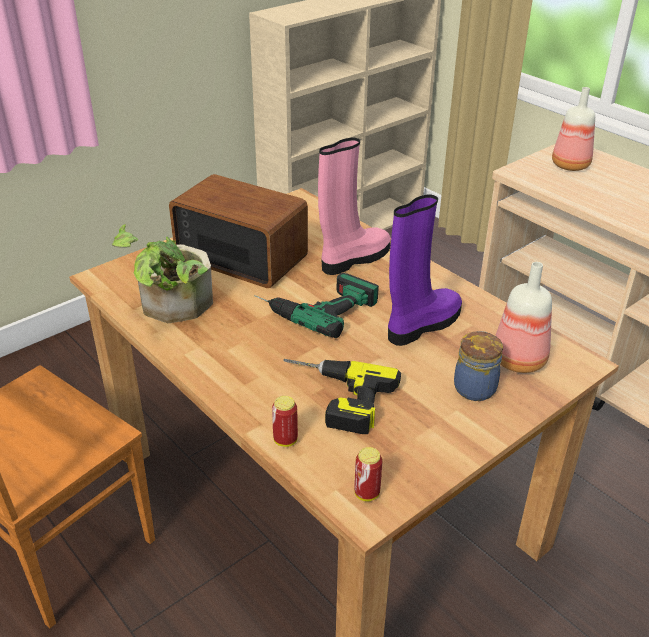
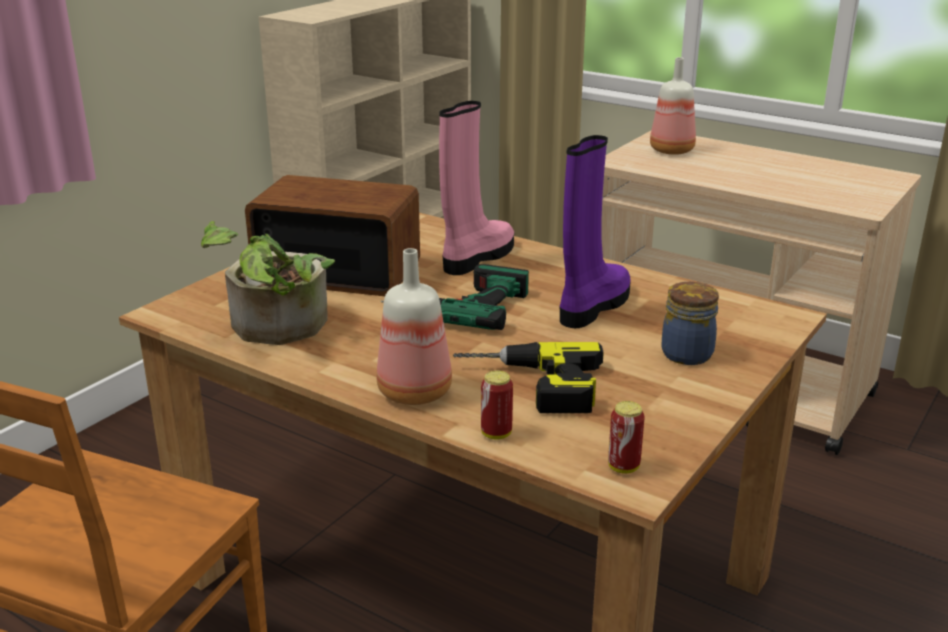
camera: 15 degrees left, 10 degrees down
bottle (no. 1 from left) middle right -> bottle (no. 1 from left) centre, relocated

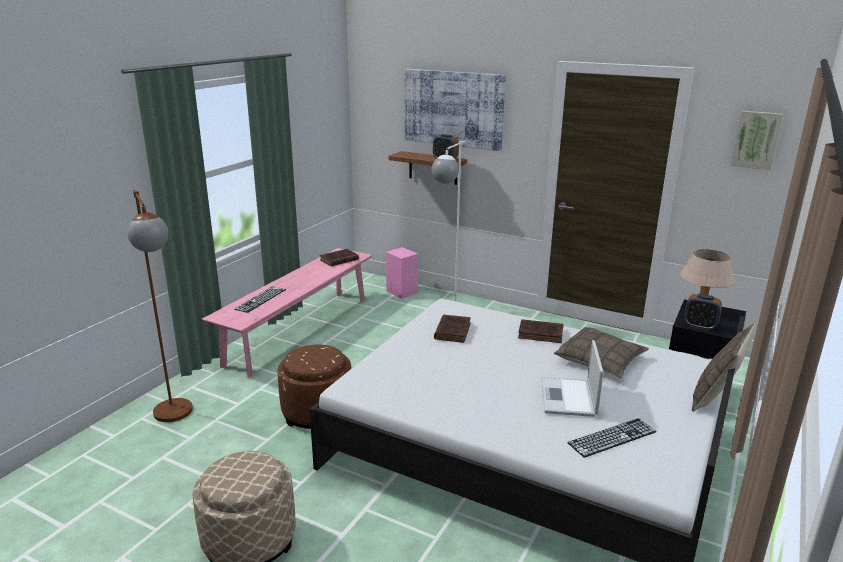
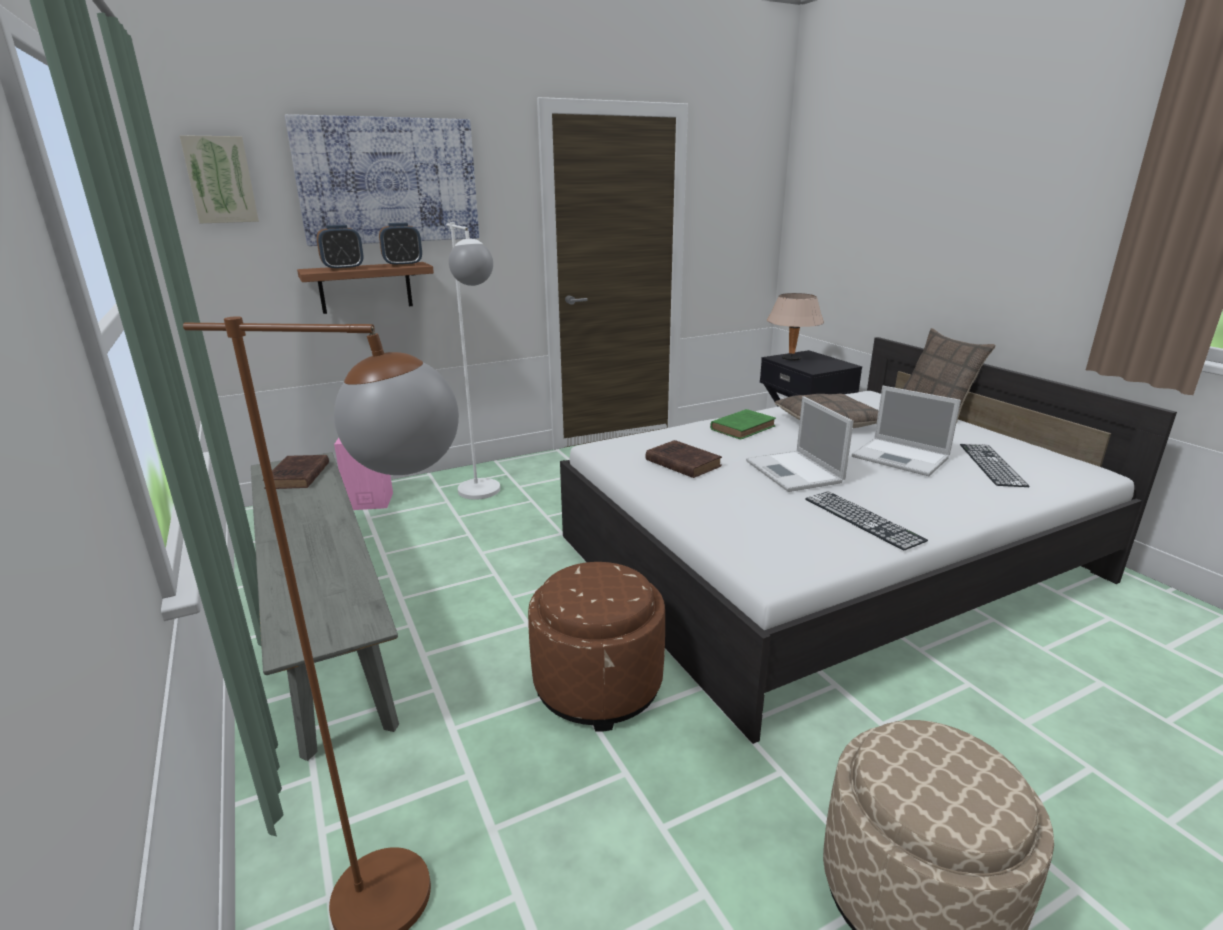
camera: 55 degrees left, 0 degrees up
picture (no. 2 from left in the first image) top right -> picture (no. 1 from left) top left, relocated
pink bench centre -> grey bench middle left
keyboard (no. 1 from left) middle left -> keyboard (no. 1 from left) middle right, relocated
alarm clock (no. 2 from left in the first image) middle right -> alarm clock (no. 1 from left) top left, relocated
brown book (no. 3 from left) centre -> green book centre
none -> laptop (no. 1 from left) centre

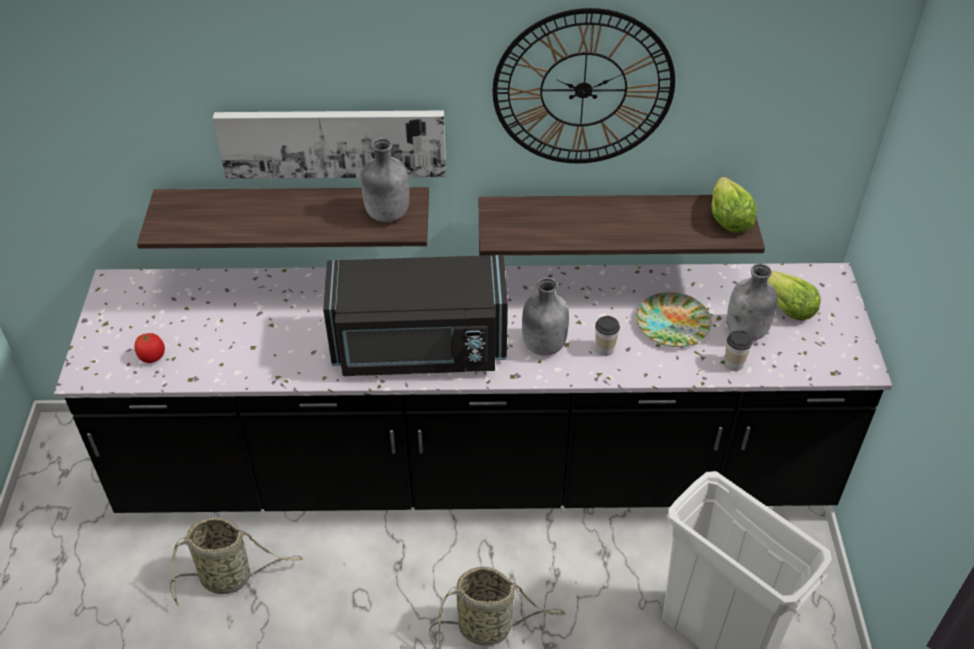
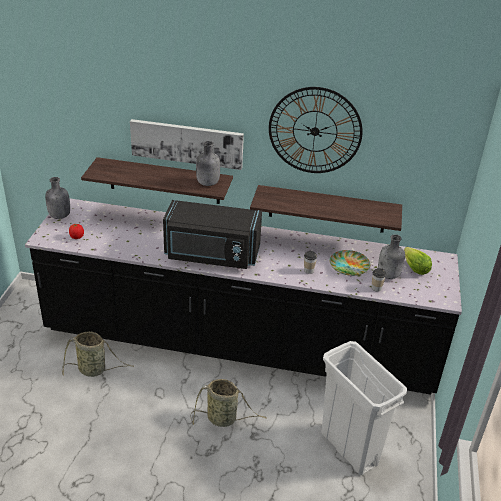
camera: 10 degrees right, 10 degrees down
lettuce (no. 1 from left) top right -> none
grey bottle (no. 2 from left in the first image) centre -> grey bottle (no. 1 from left) middle left, relocated

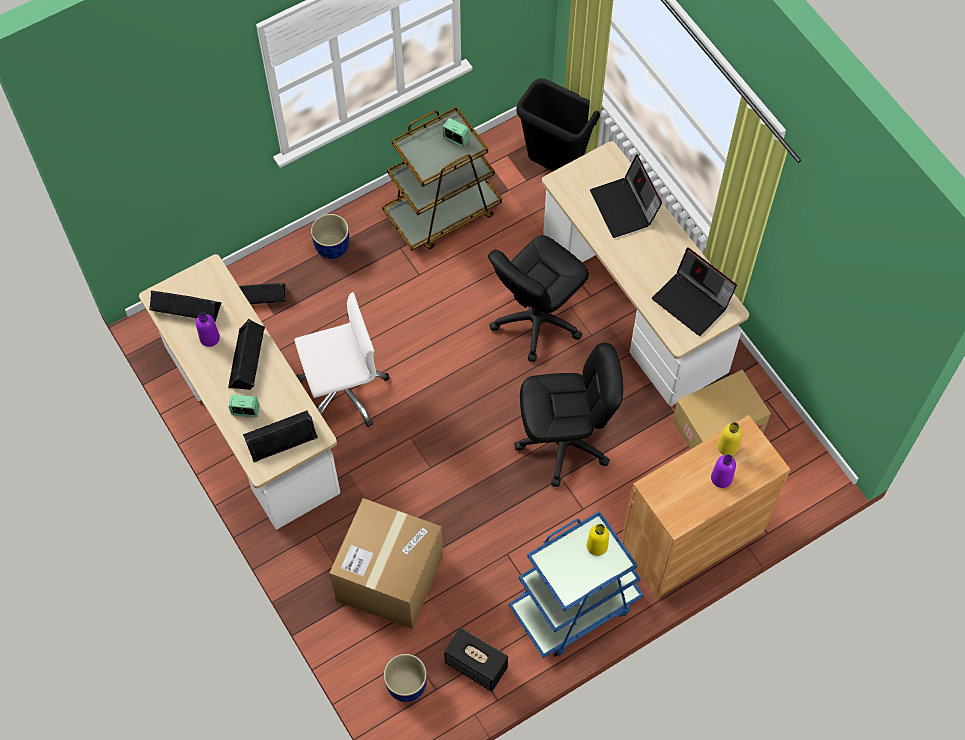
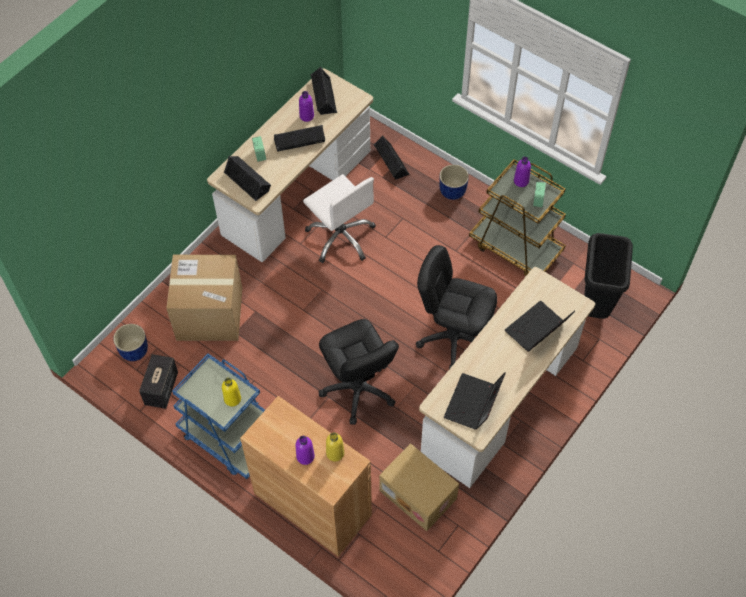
camera: 70 degrees right, 5 degrees down
none -> purple bottle (no. 3 from left) top right

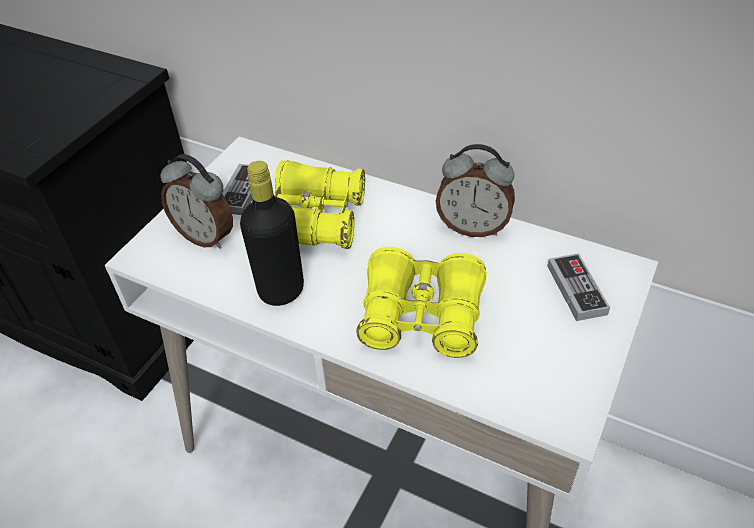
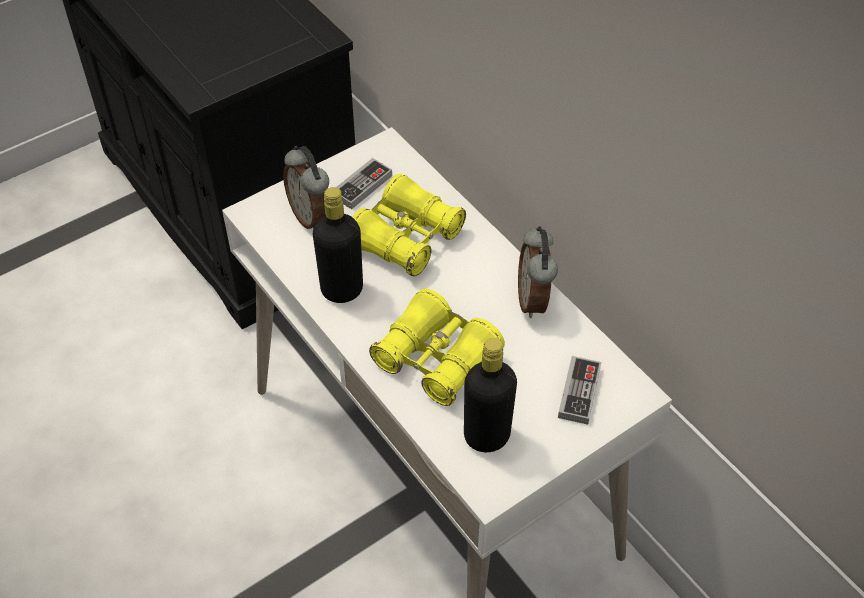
camera: 25 degrees right, 5 degrees up
alarm clock (no. 2 from left) centre, 45 degrees clockwise
none -> black bottle (no. 2 from left) centre

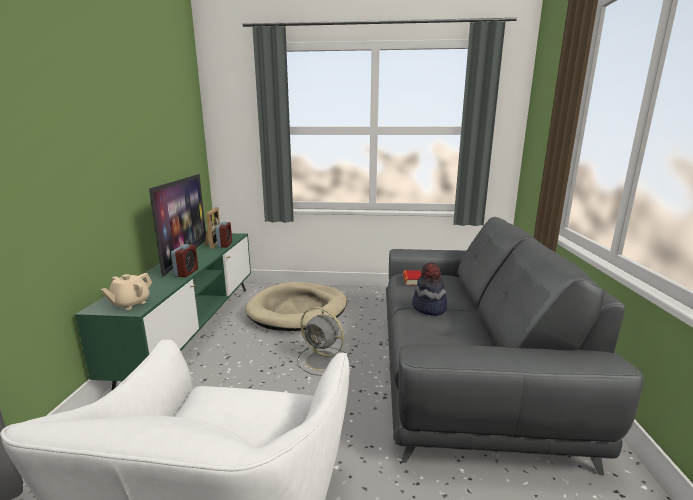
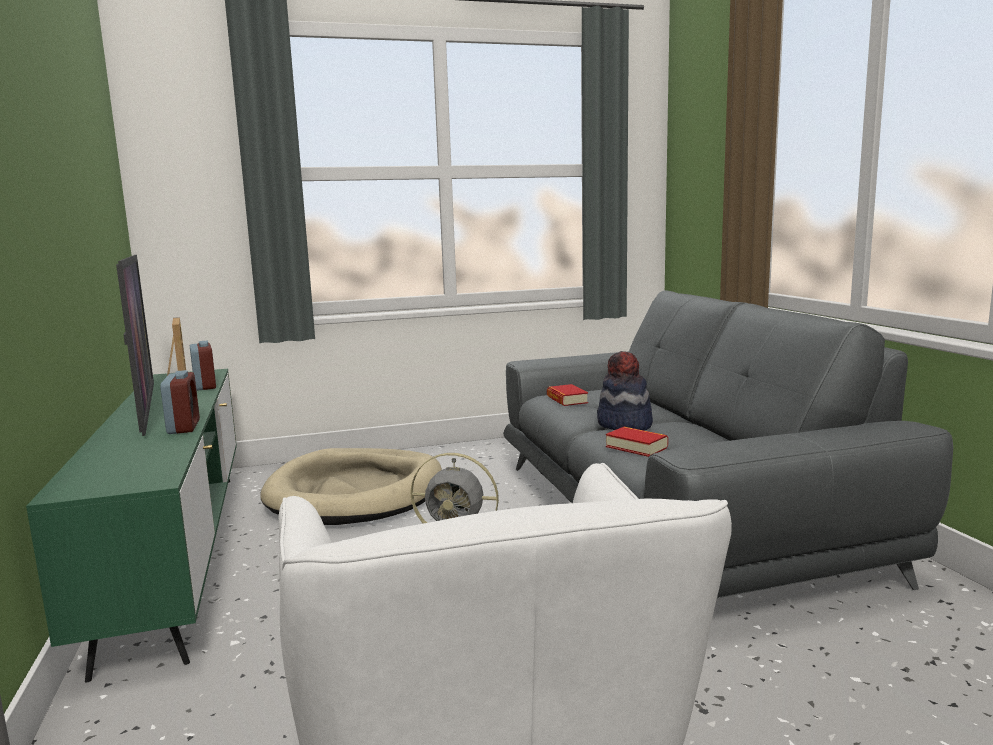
camera: 20 degrees left, 5 degrees down
beige teapot middle left -> none
none -> book (no. 2 from left) centre

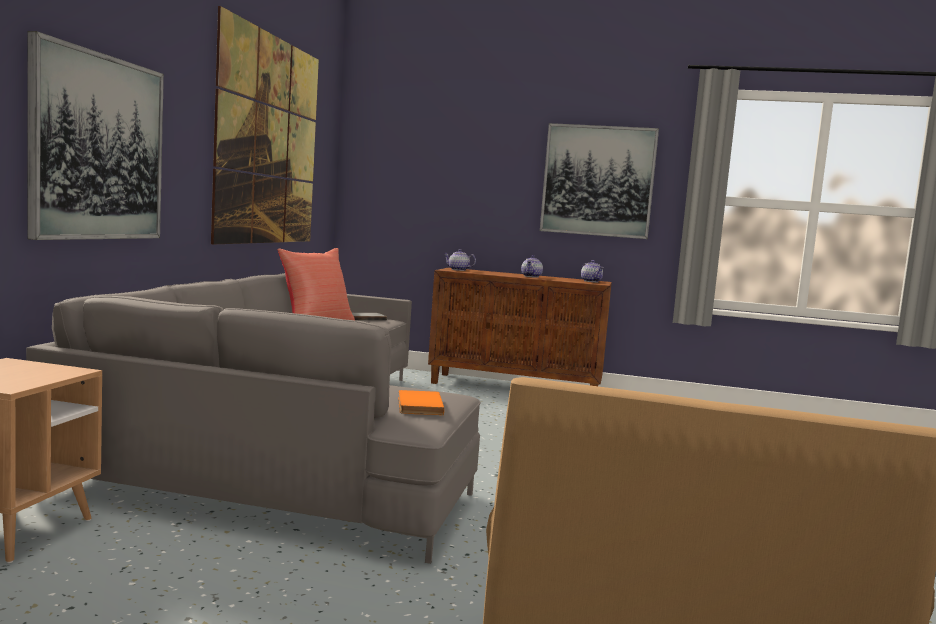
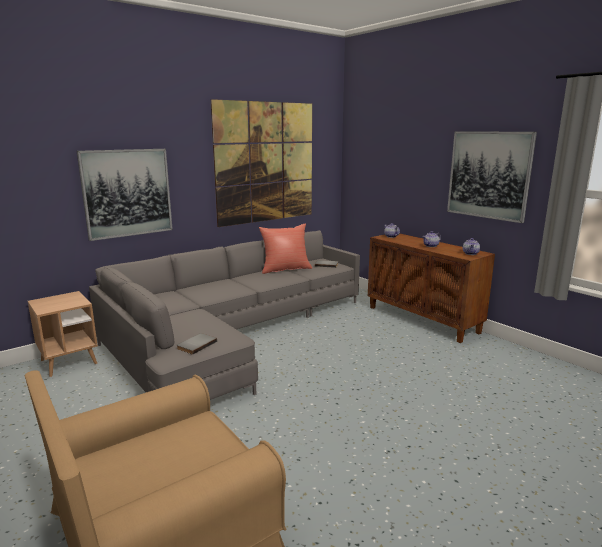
camera: 40 degrees right, 10 degrees up
orange book centre -> grey book (no. 1 from left) middle left

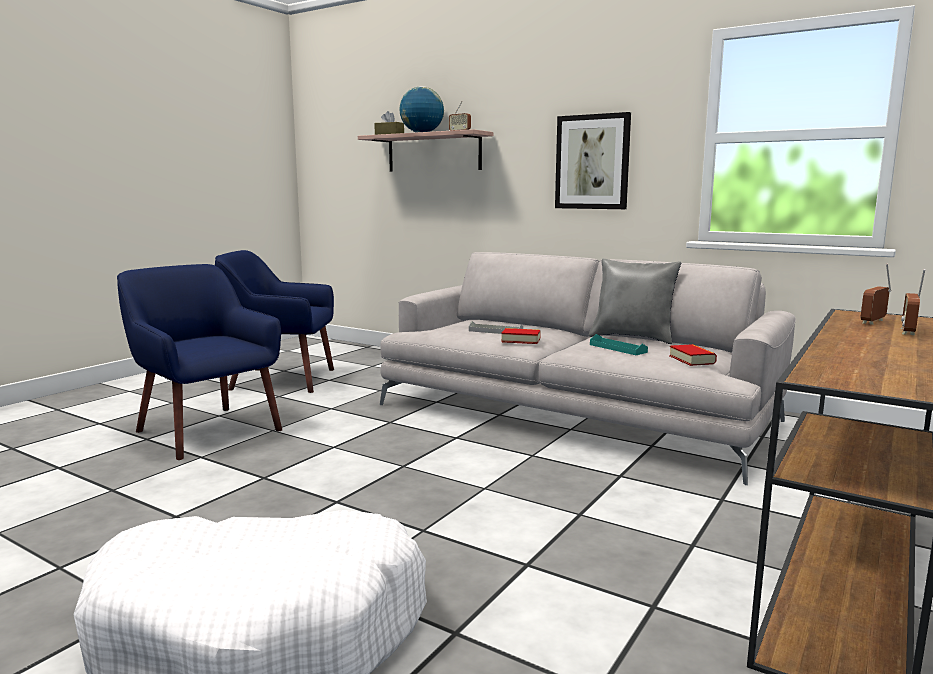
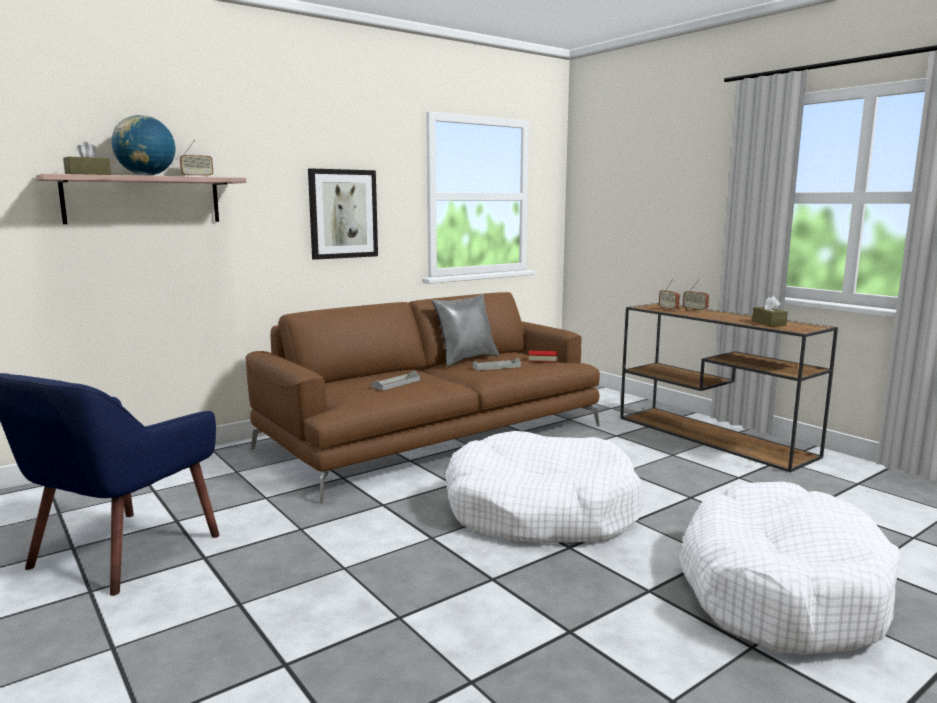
camera: 70 degrees left, 0 degrees up
grey sofa centre -> brown sofa centre
blue armchair (no. 1 from left) middle left -> none
book (no. 1 from left) centre -> none
turquoise tray centre -> grey tray (no. 2 from left) centre
none -> brown tissue box (no. 2 from left) middle right
none -> white dog bed (no. 1 from left) bottom centre

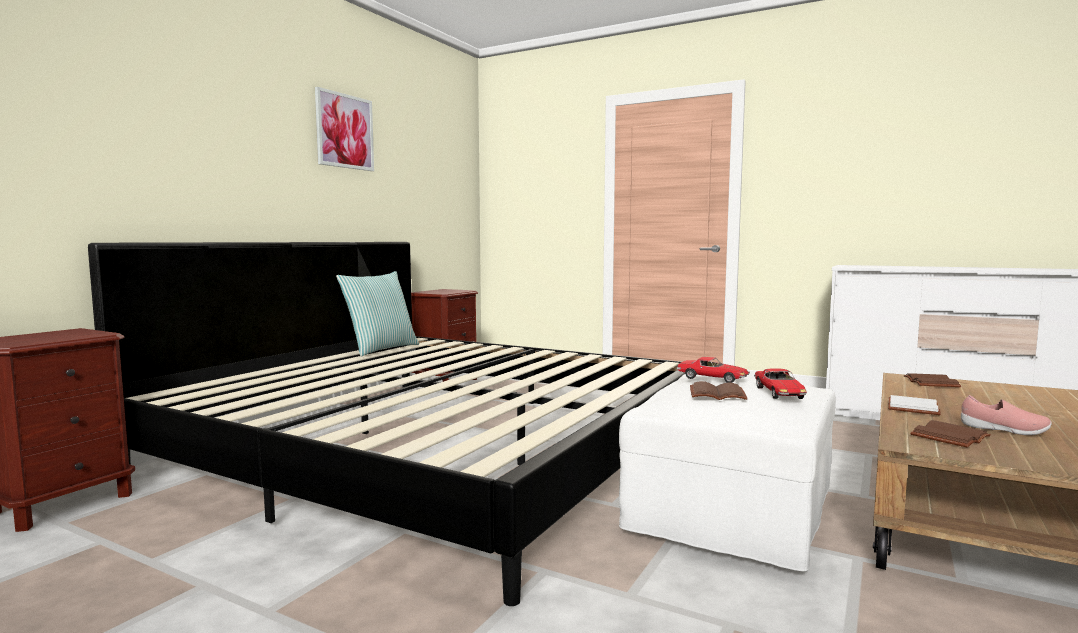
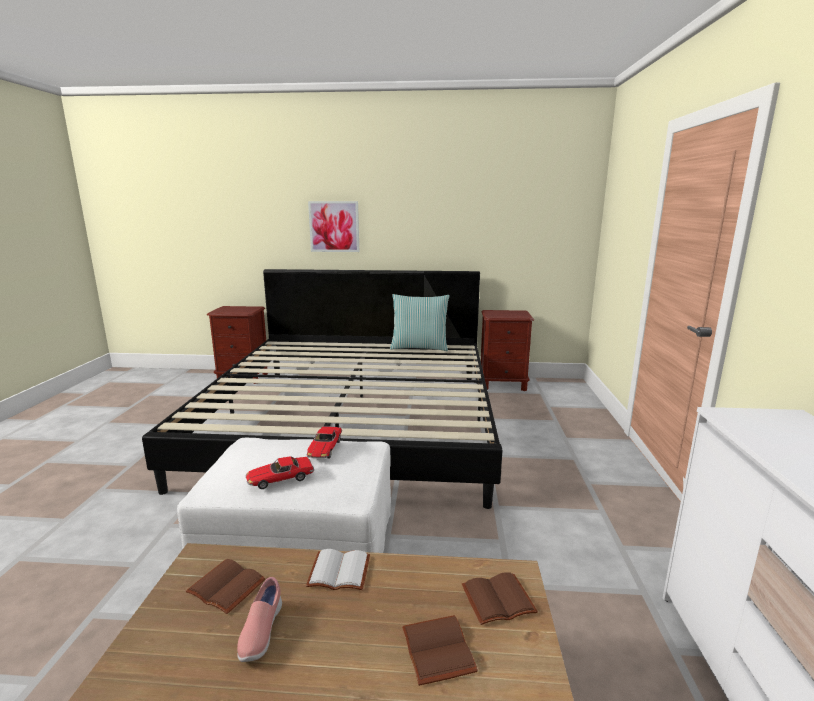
camera: 65 degrees right, 10 degrees up
picture top left -> picture top centre, relocated
brown book (no. 1 from left in the first image) middle right -> brown book (no. 2 from left) bottom centre, relocated

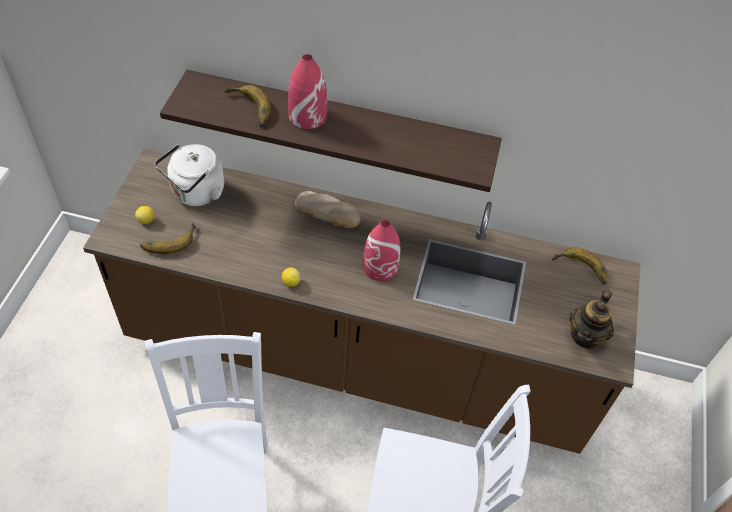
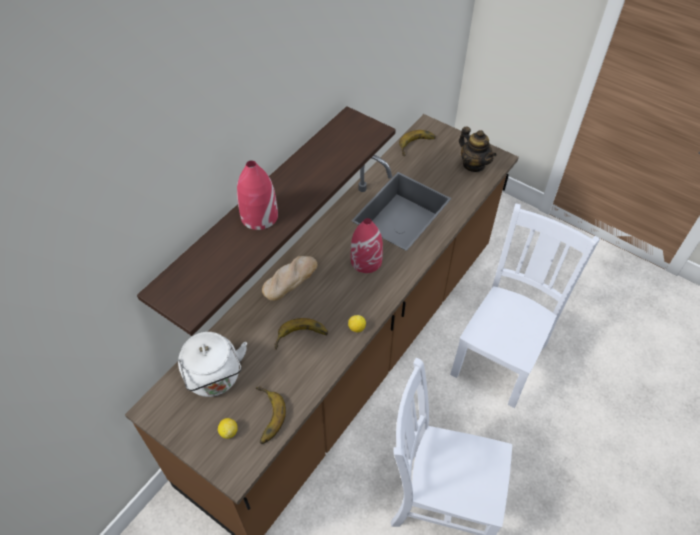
camera: 65 degrees left, 0 degrees up
banana (no. 2 from left) top centre -> banana (no. 2 from left) centre, relocated

